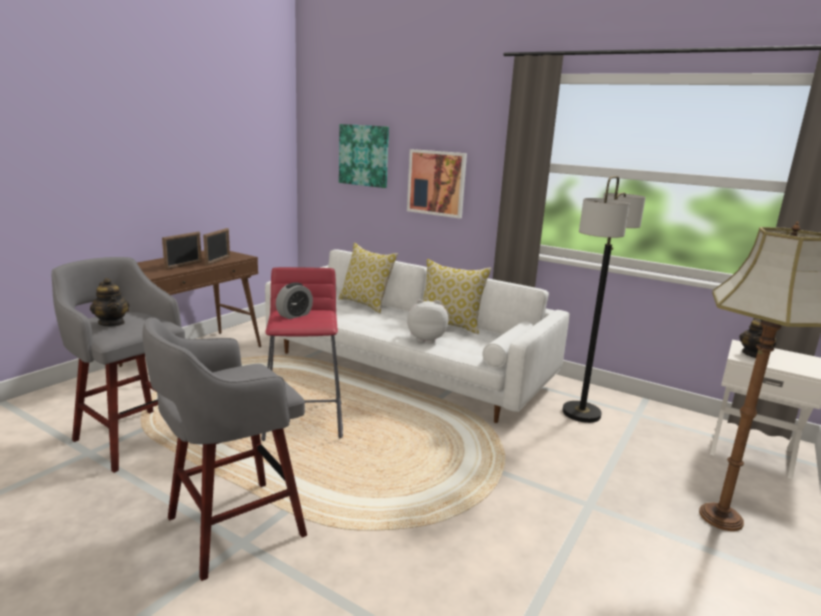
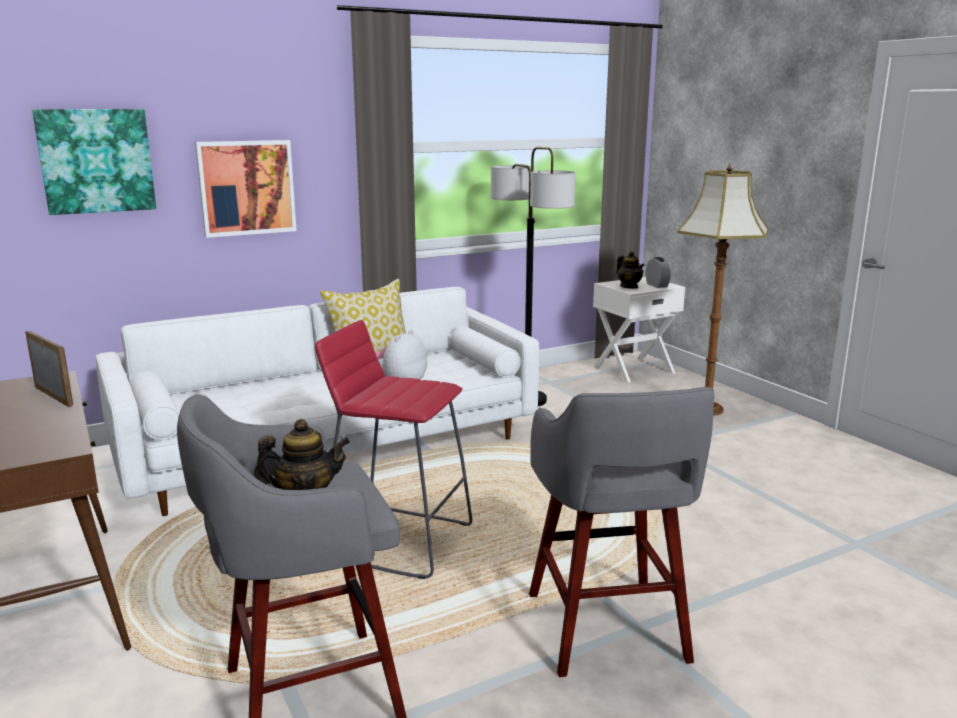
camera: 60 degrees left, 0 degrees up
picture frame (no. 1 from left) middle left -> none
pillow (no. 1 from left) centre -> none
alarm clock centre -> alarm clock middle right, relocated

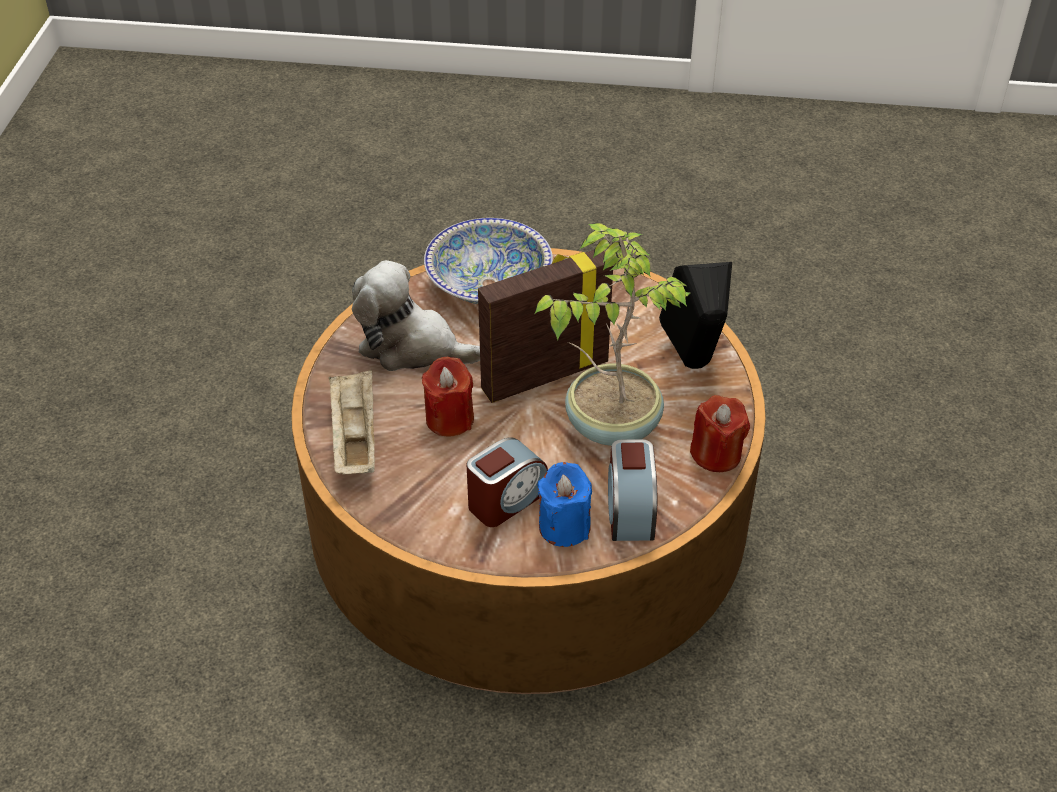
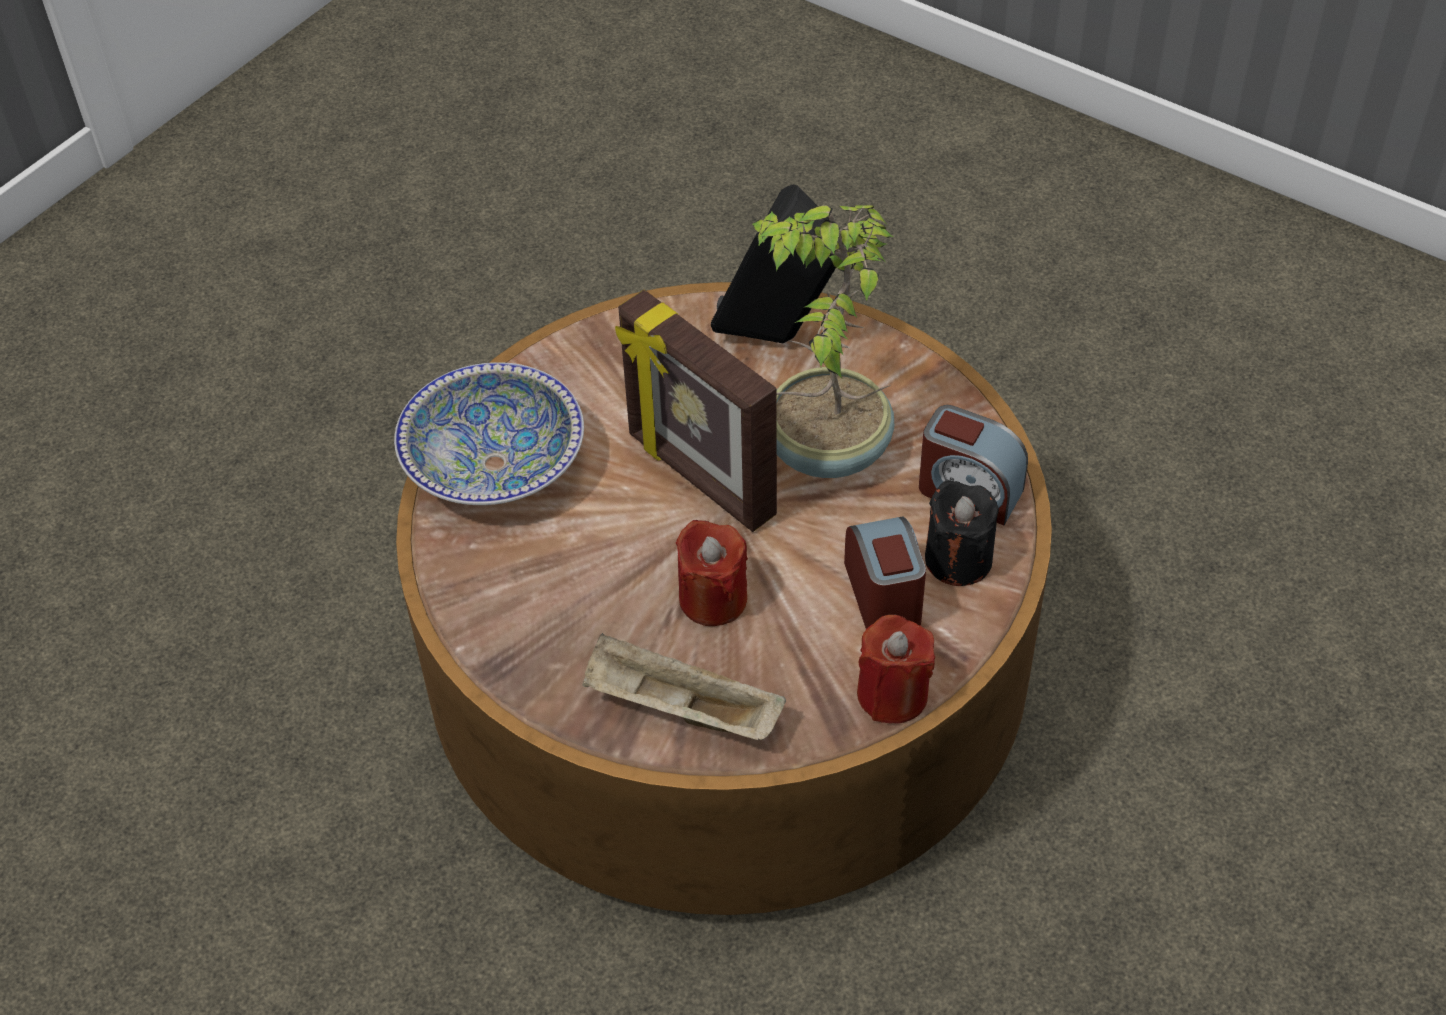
camera: 60 degrees left, 5 degrees up
picture frame centre, 45 degrees counterclockwise
plush toy centre -> none
red candle (no. 2 from left) middle right -> red candle (no. 2 from left) centre, relocated
blue candle centre -> black candle centre

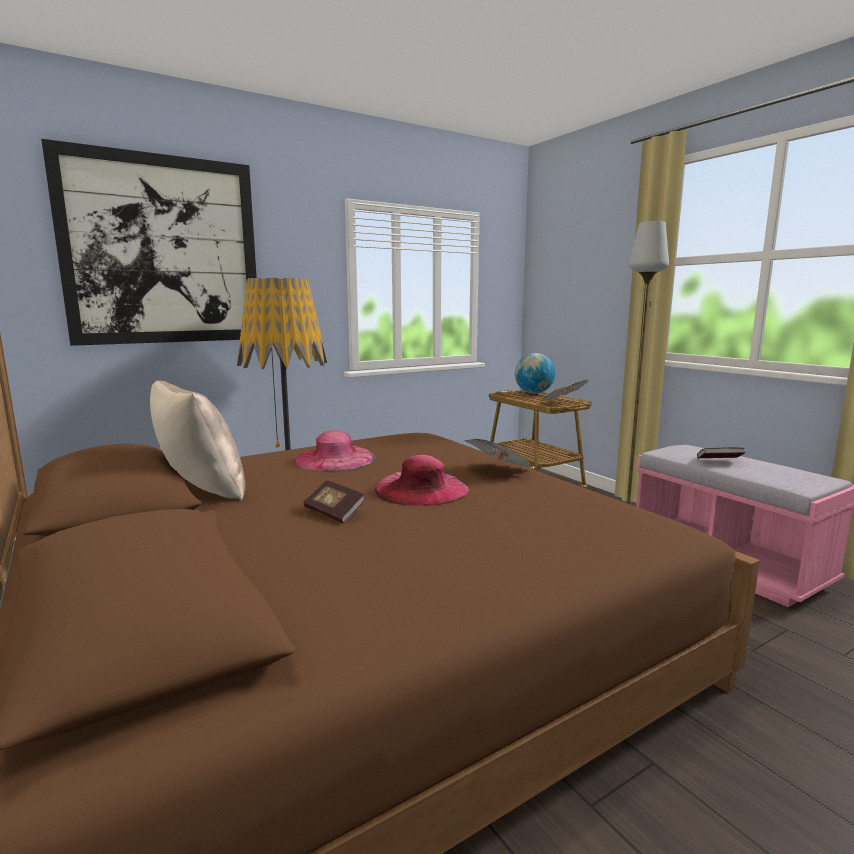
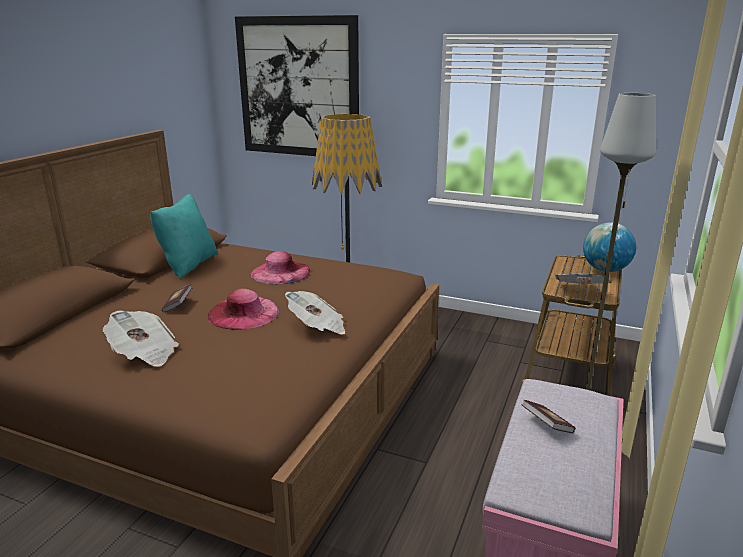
camera: 55 degrees right, 10 degrees up
beige pillow middle left -> turquoise pillow middle left
none -> newspaper (no. 1 from left) middle left

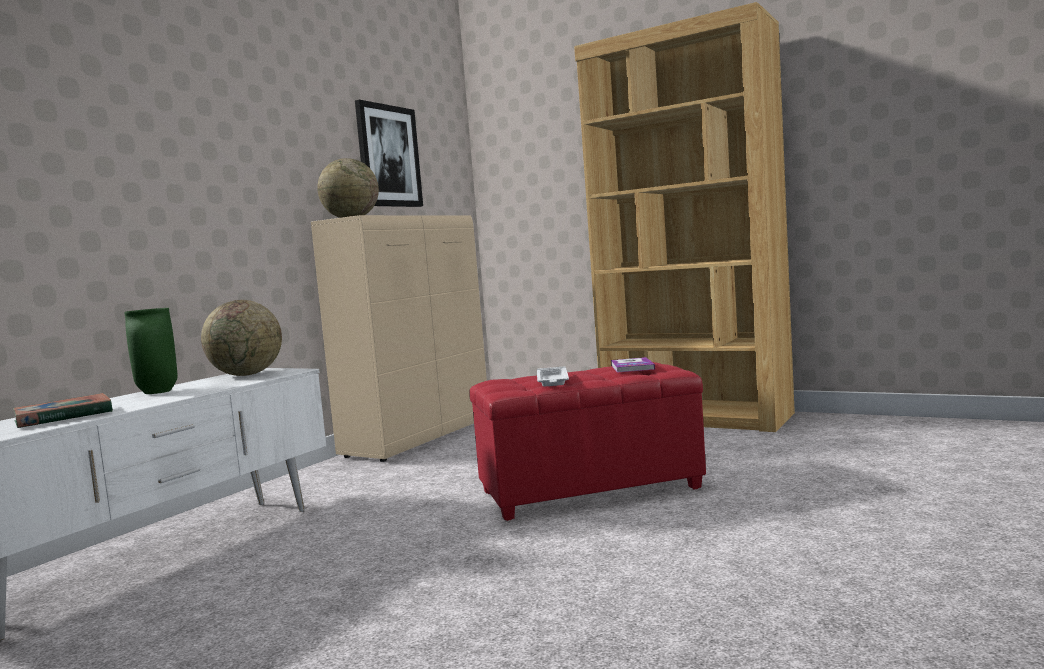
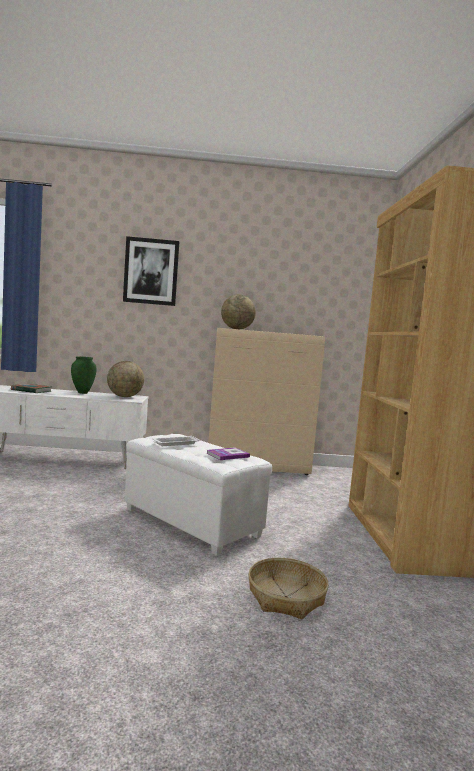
camera: 55 degrees right, 0 degrees up
picture top centre -> picture middle left, relocated
red ottoman centre -> white ottoman centre
none -> basket bottom centre

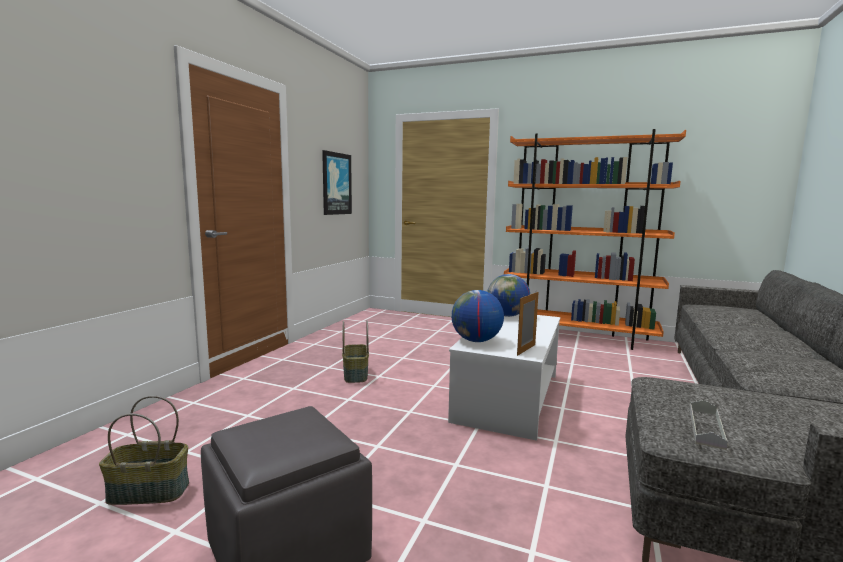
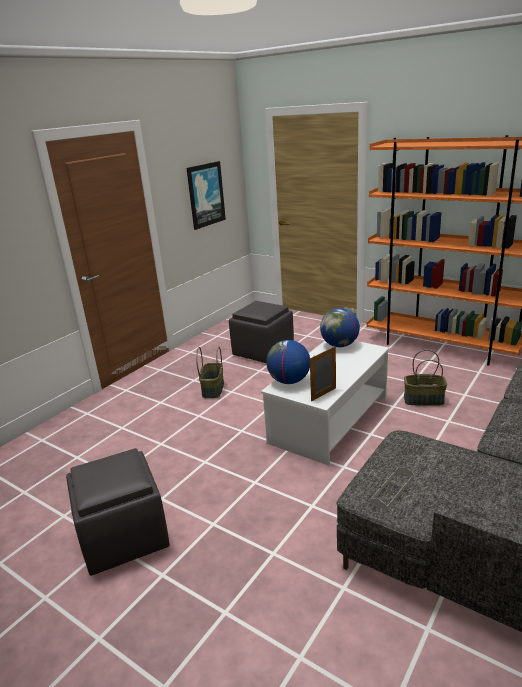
camera: 15 degrees right, 15 degrees up
basket (no. 1 from left in the first image) bottom left -> basket (no. 2 from left) middle right, relocated
none -> grey ottoman (no. 2 from left) centre

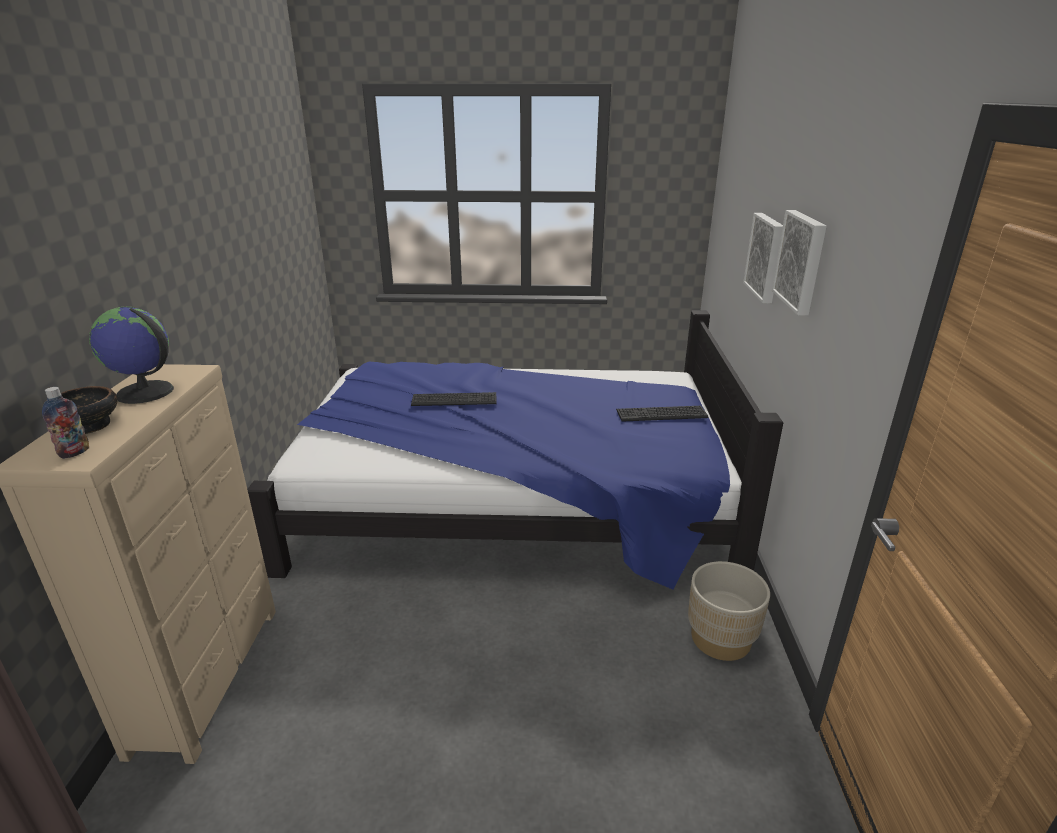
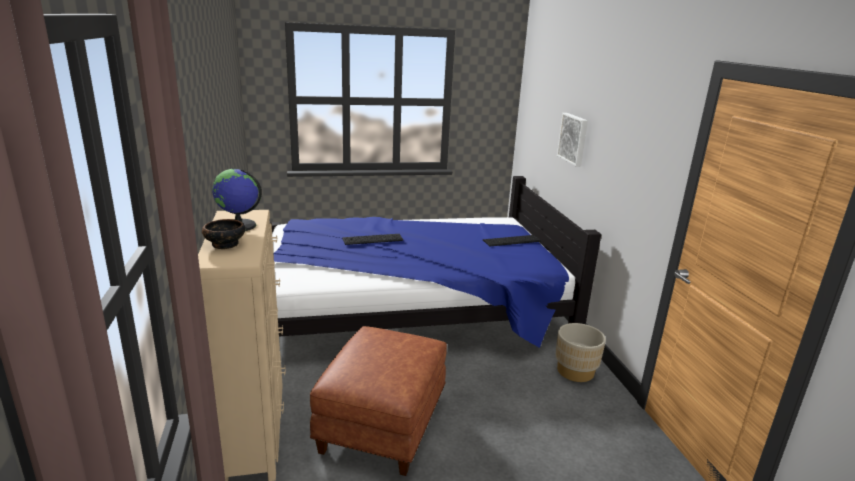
camera: 15 degrees left, 5 degrees down
picture (no. 2 from left) top right -> none
bottle middle left -> none
none -> brown ottoman bottom centre

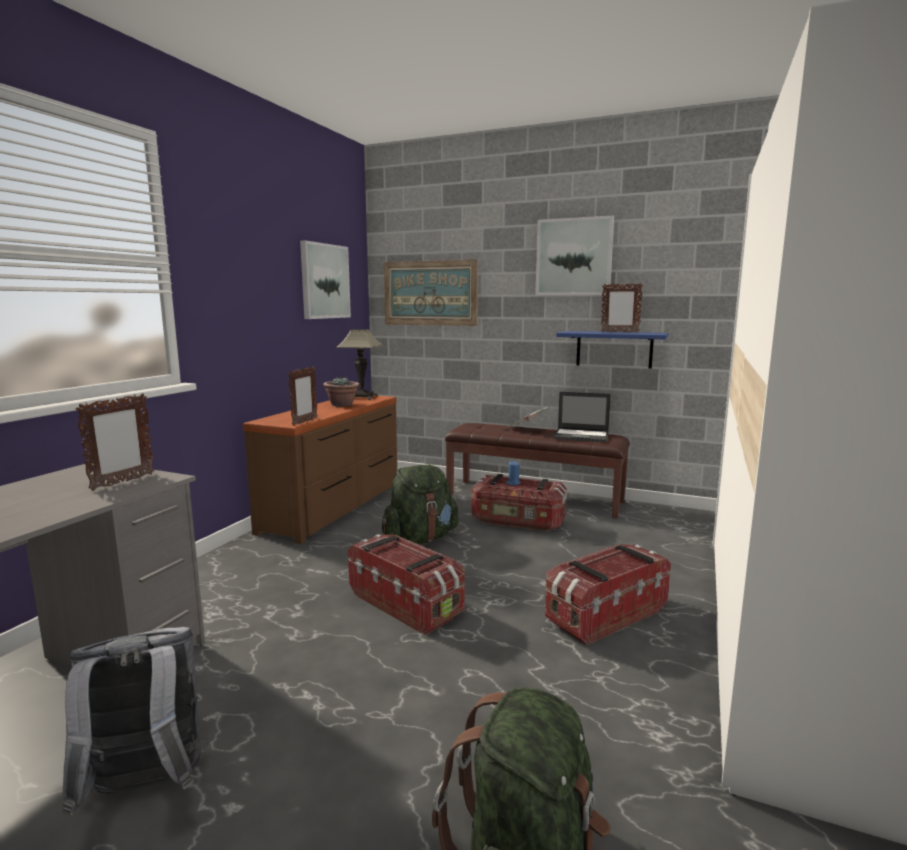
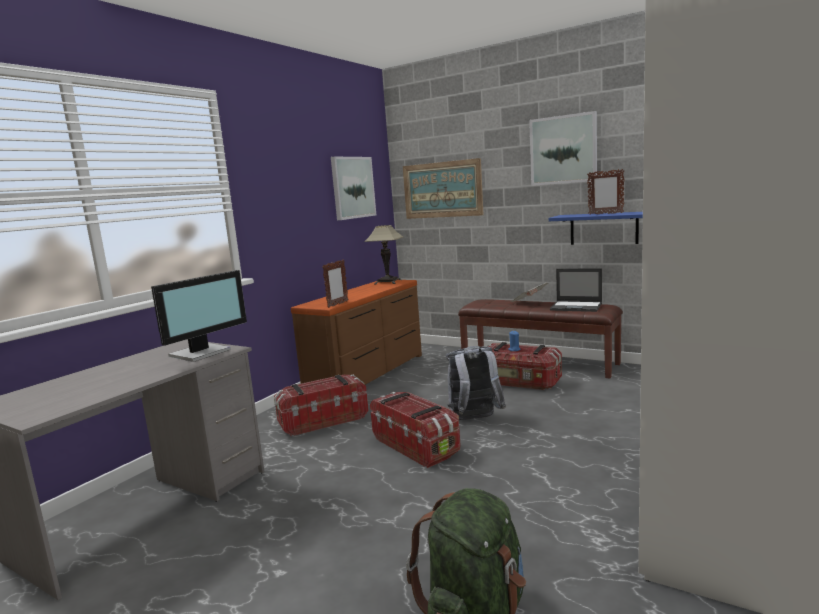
camera: 10 degrees right, 0 degrees up
potted plant centre -> none
picture frame (no. 1 from left) middle left -> monitor middle left
green backpack (no. 1 from left) centre -> none
storage box (no. 3 from left in the first image) bottom right -> storage box (no. 1 from left) centre, relocated
grey backpack bottom left -> grey backpack centre, relocated

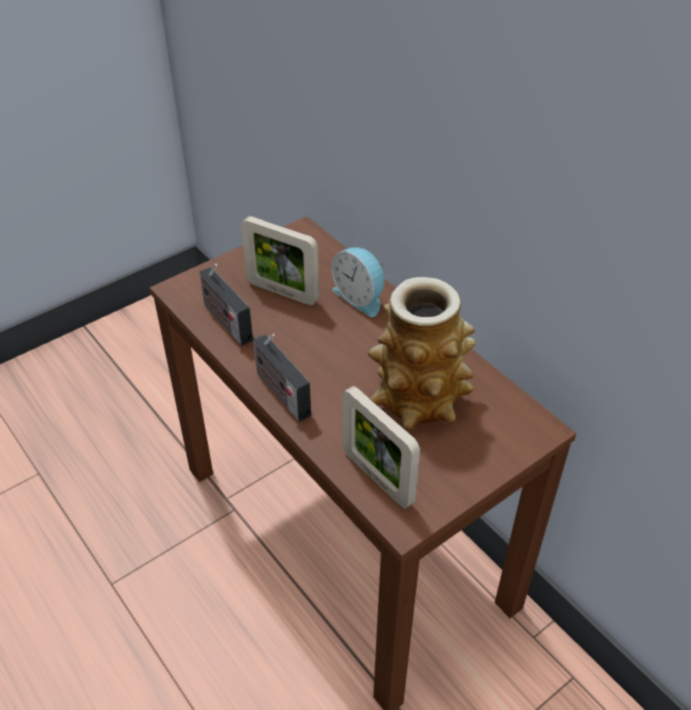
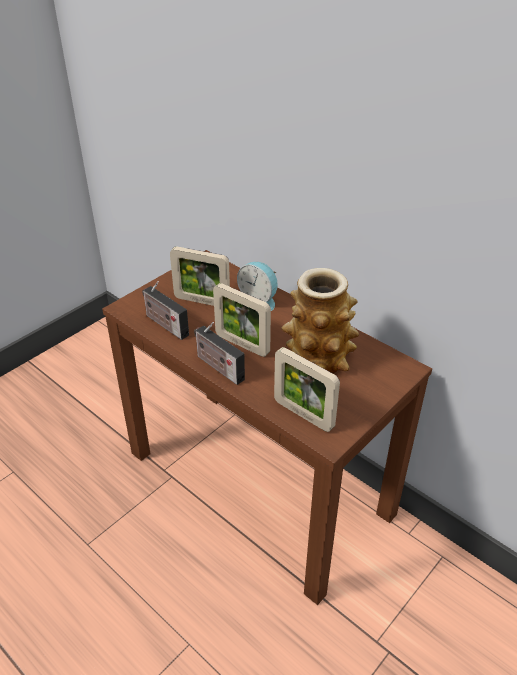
camera: 10 degrees left, 5 degrees down
none -> picture frame (no. 2 from left) centre

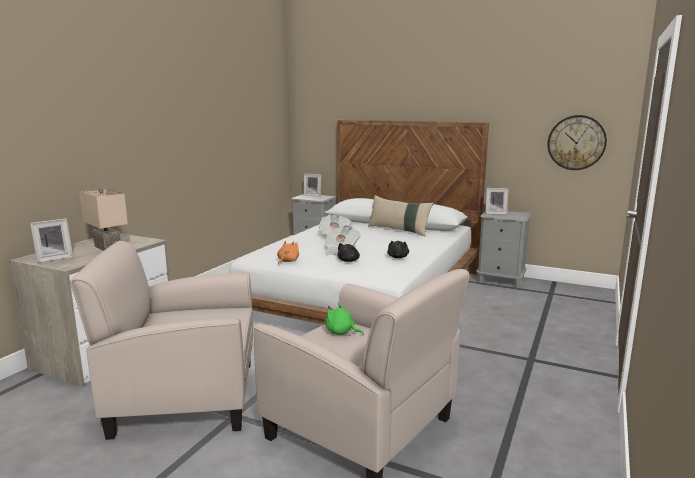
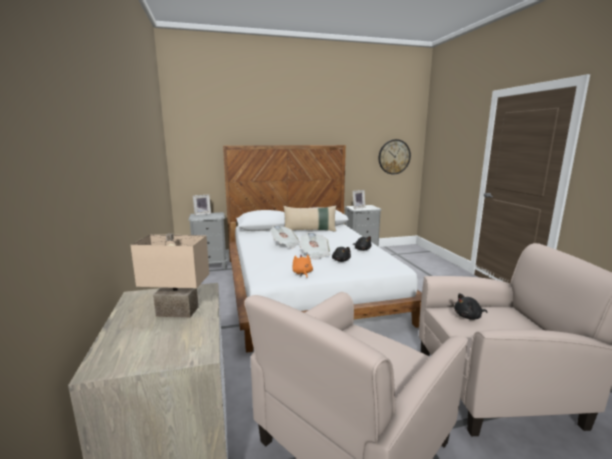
camera: 40 degrees left, 0 degrees up
picture frame (no. 1 from left) middle left -> none
green plush toy bottom centre -> black plush toy (no. 3 from left) bottom right

